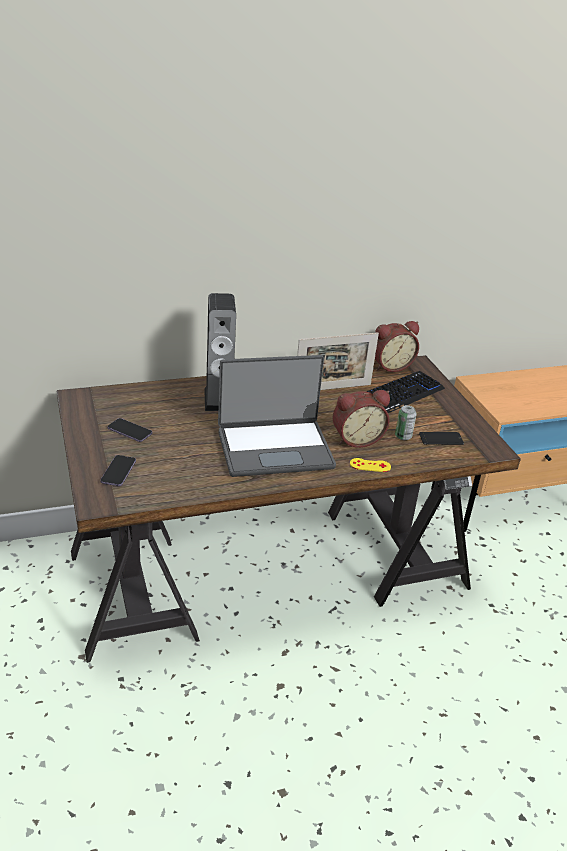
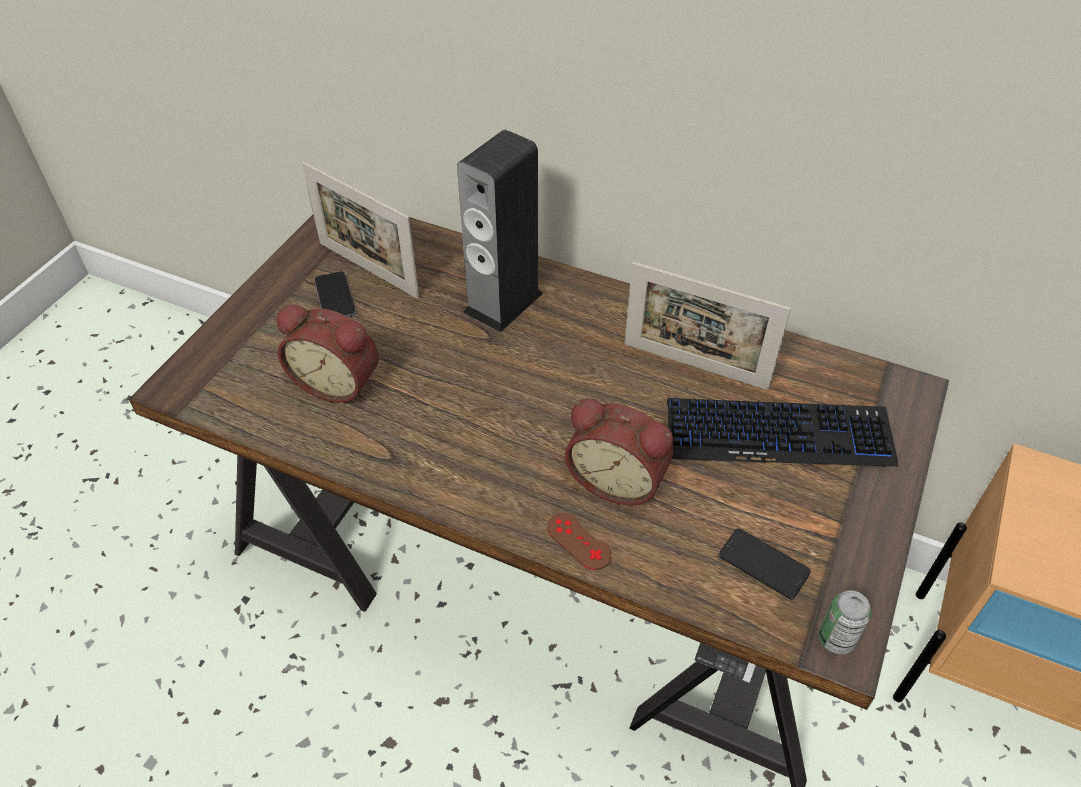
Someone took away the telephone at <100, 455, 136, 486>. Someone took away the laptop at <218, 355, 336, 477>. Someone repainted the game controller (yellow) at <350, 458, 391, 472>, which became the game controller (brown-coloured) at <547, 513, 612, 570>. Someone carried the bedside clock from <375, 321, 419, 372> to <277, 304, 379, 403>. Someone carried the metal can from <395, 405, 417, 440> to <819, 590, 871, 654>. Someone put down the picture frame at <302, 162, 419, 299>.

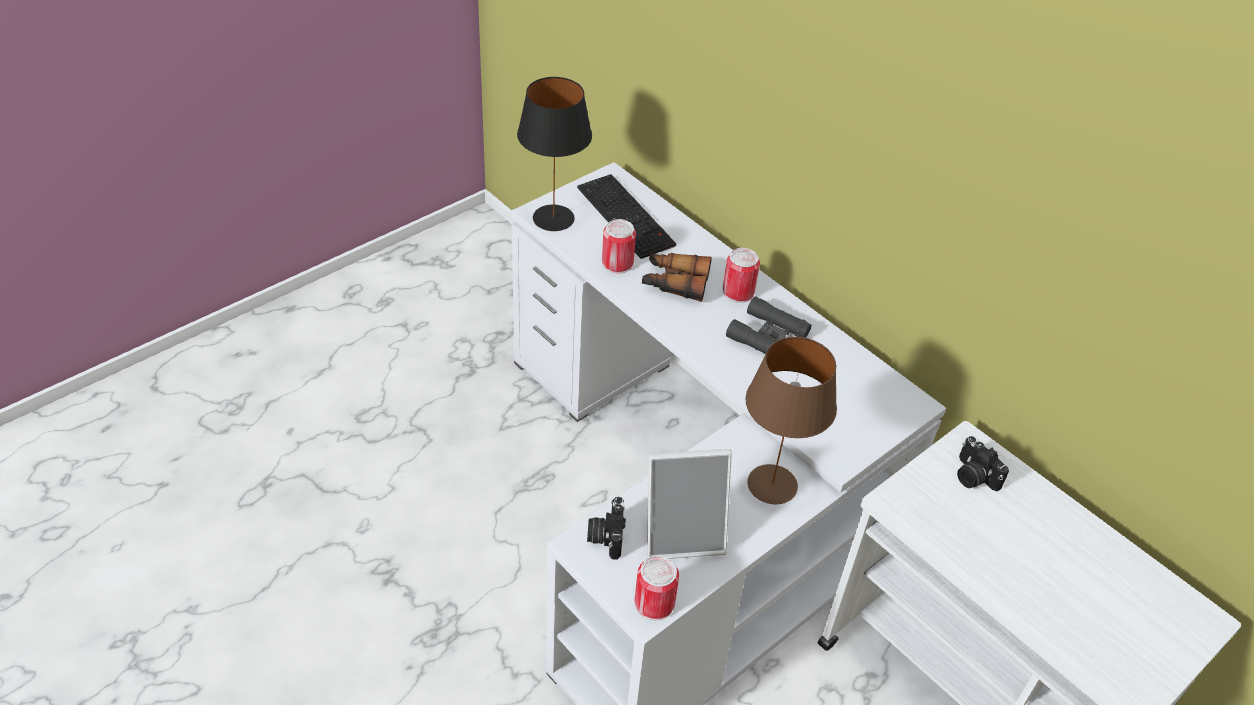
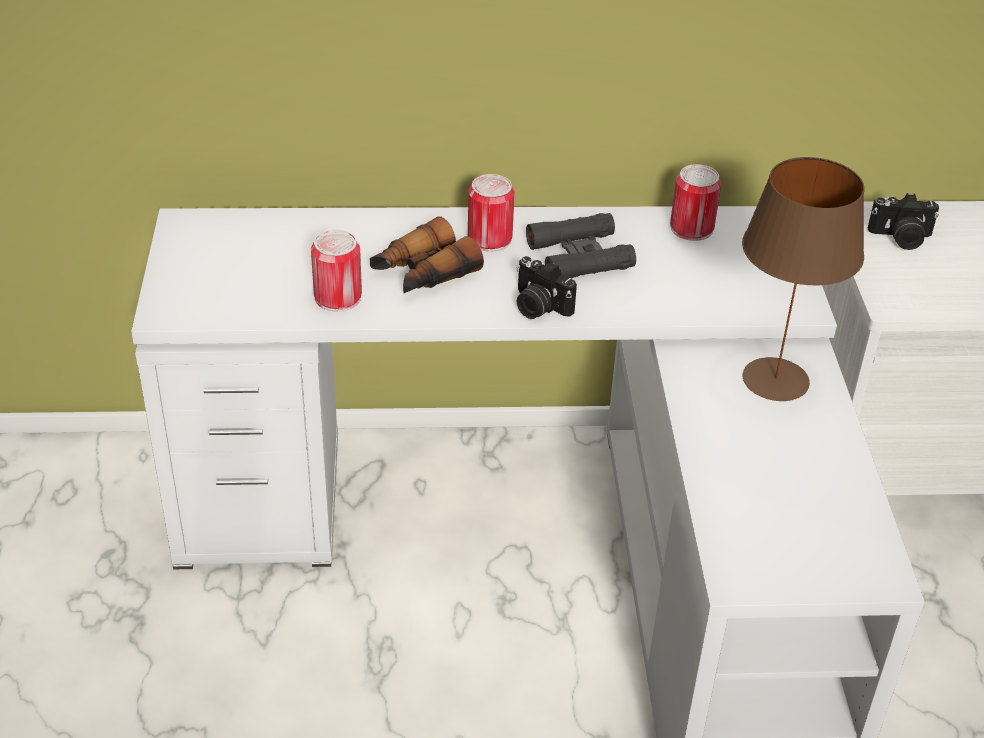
Someone took away the tabletop lamp (black) at <517, 77, 592, 231>. Someone took away the keyboard at <577, 174, 676, 259>. Someone carried the photo camera from <587, 497, 627, 560> to <516, 256, 577, 319>. Someone carried the metal can from <635, 556, 679, 620> to <670, 164, 721, 241>. Someone took away the picture frame at <647, 449, 732, 559>.

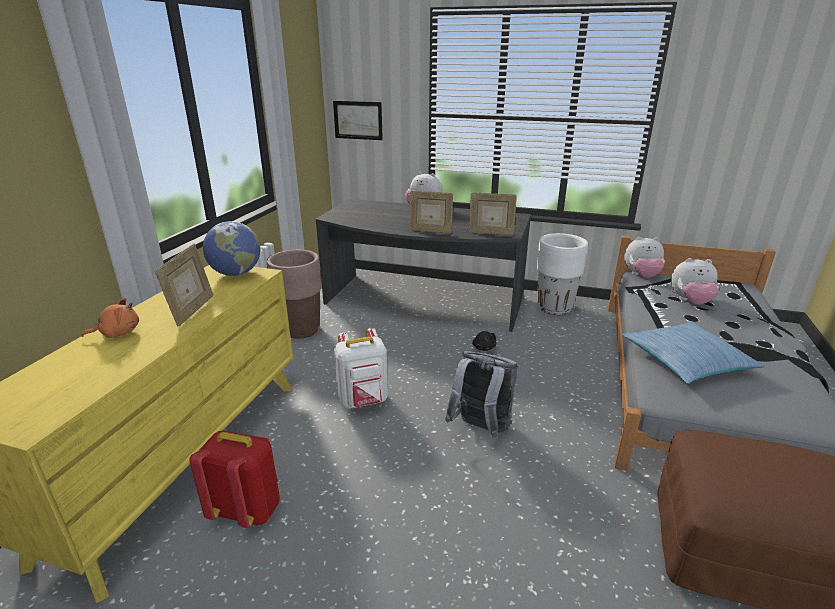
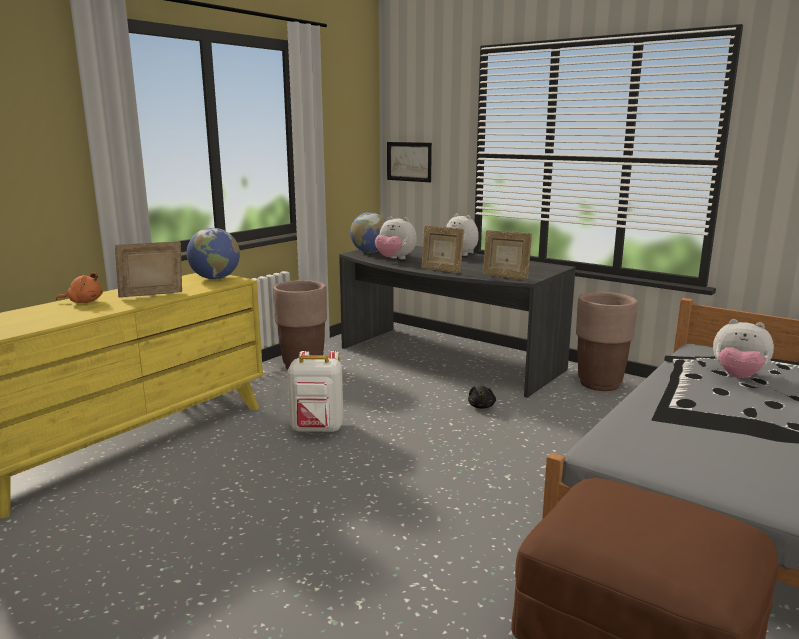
Someone rotated the picture frame at <155, 244, 213, 326> by 150 degrees counterclockwise. Someone took away the rucksack (red) at <190, 430, 280, 528>. Someone took away the rucksack (grey) at <445, 351, 518, 438>. Someone repainted the flower pot (whitish) at <537, 233, 588, 315>, which became the flower pot (brown-coloured) at <576, 292, 638, 391>. Someone took away the cushion at <622, 321, 764, 384>. Someone carried the cuddly toy from <624, 237, 665, 278> to <375, 216, 417, 259>. Someone put down the desk globe at <350, 212, 386, 253>.

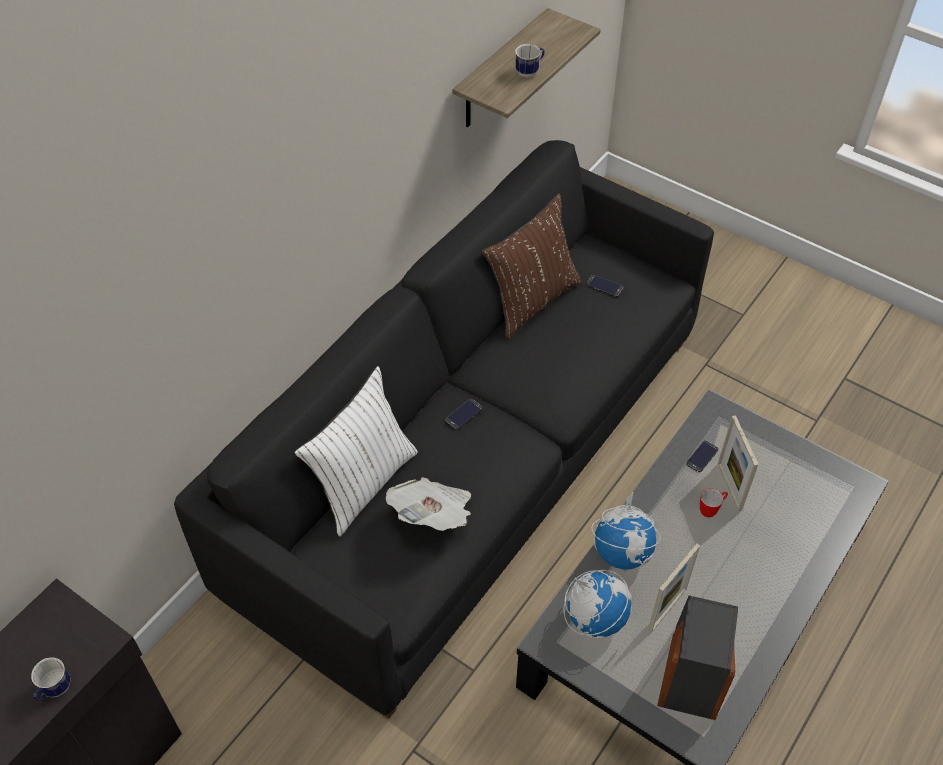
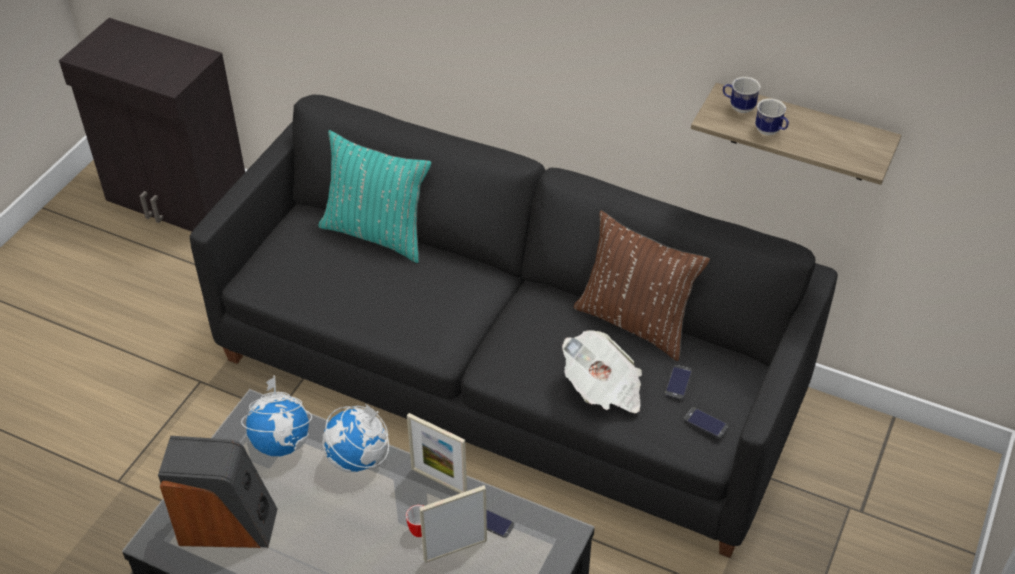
Someone carried the tea mug from <31, 657, 70, 701> to <723, 77, 760, 113>. Someone repainted the cushion (whitish) at <294, 366, 418, 536>, which became the cushion (turquoise) at <319, 130, 432, 263>. Someone carried the printed paper from <386, 477, 471, 531> to <562, 330, 642, 413>. Someone carried the telephone from <445, 399, 482, 430> to <684, 408, 728, 438>. Someone carried the picture frame from <648, 543, 700, 633> to <407, 413, 467, 493>.

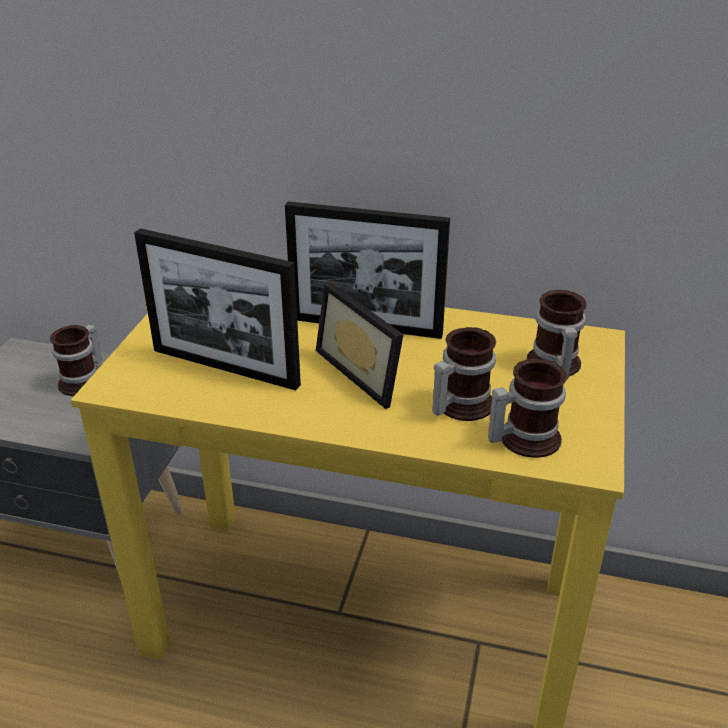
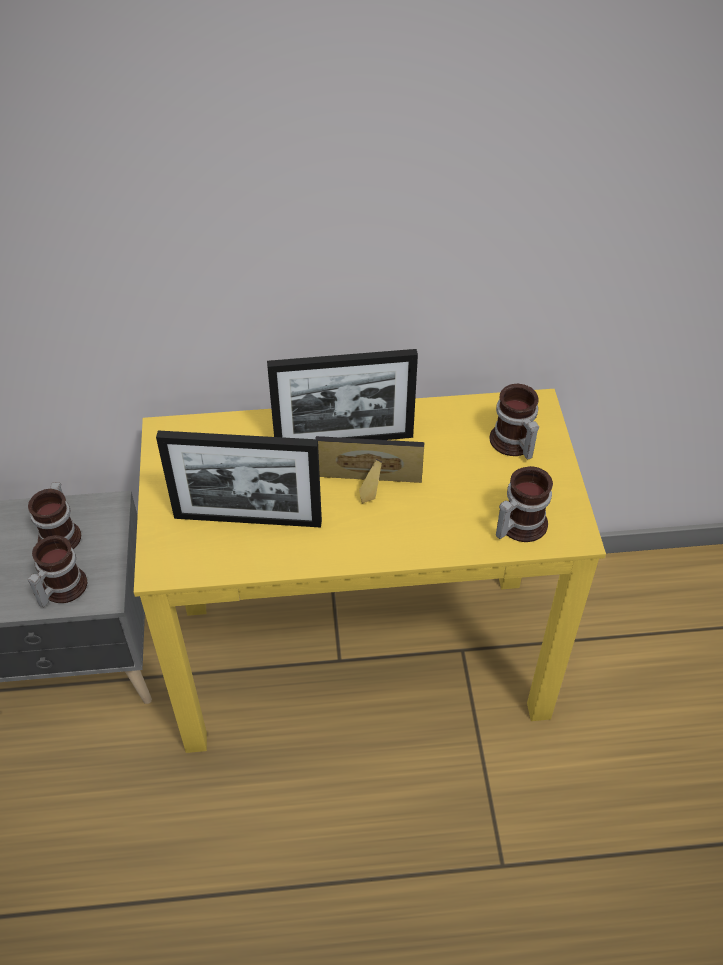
Someone rotated the picture frame at <316, 281, 404, 409> by 150 degrees clockwise. Someone carried the tea mug from <432, 327, 496, 421> to <28, 535, 87, 607>.

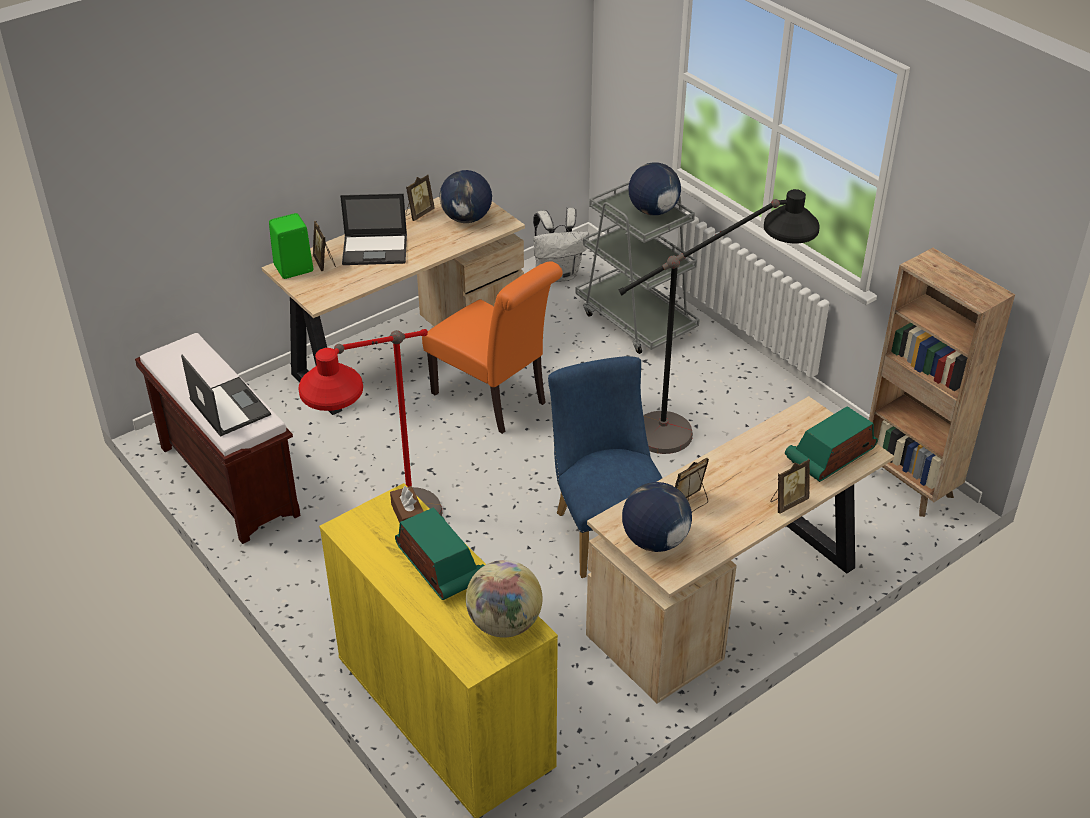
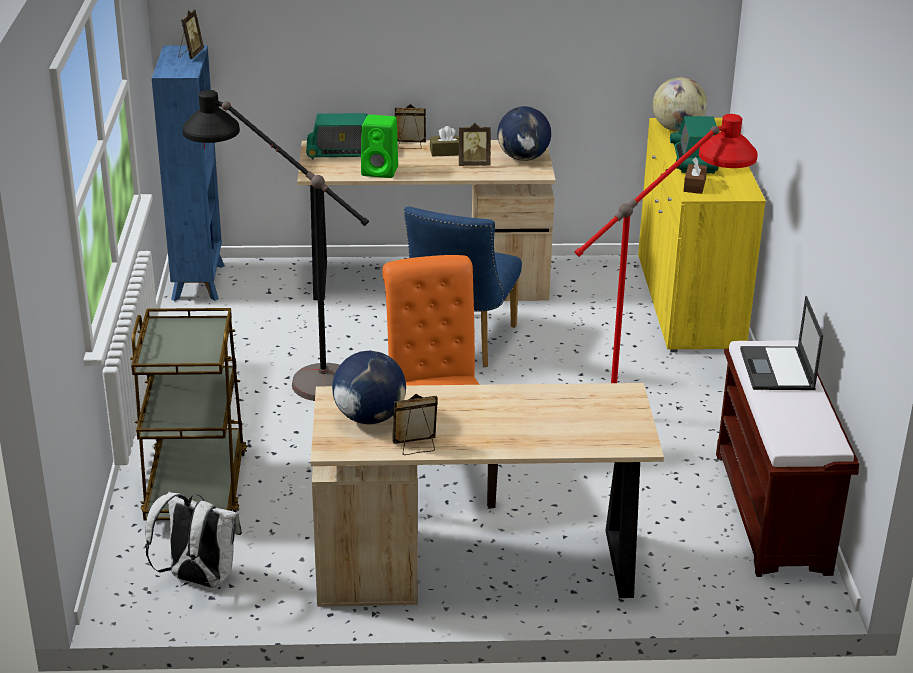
Someone carried the speaker (green-coloured) from <269, 213, 313, 279> to <361, 115, 398, 178>. Someone carried the picture frame from <313, 221, 336, 271> to <178, 9, 204, 59>. Someone took away the laptop at <340, 194, 407, 265>. Someone repainted the trolley (grey) at <575, 182, 700, 354>, which became the trolley (brown-coloured) at <130, 308, 247, 521>. Someone took away the desk globe at <628, 162, 681, 215>. Someone repainted the bookcase (brown-coloured) at <869, 248, 1015, 517>, which became the bookcase (blue-coloured) at <152, 45, 225, 301>. Someone put down the tissue box (brown-coloured) at <430, 126, 459, 157>.

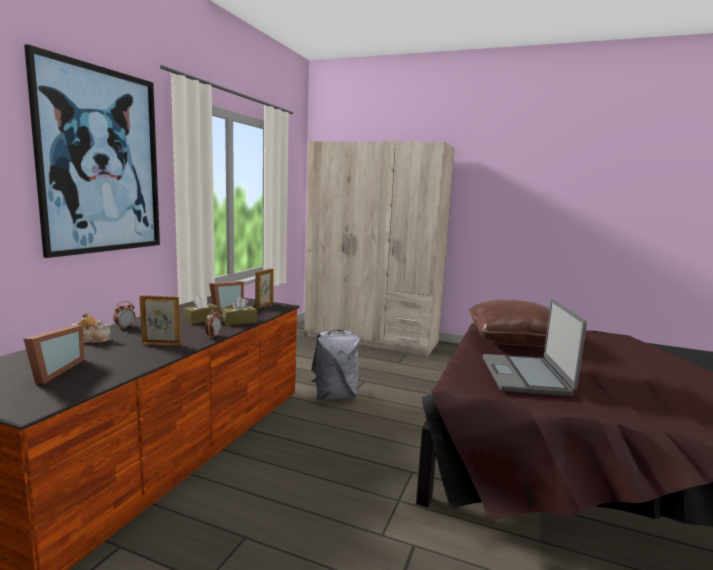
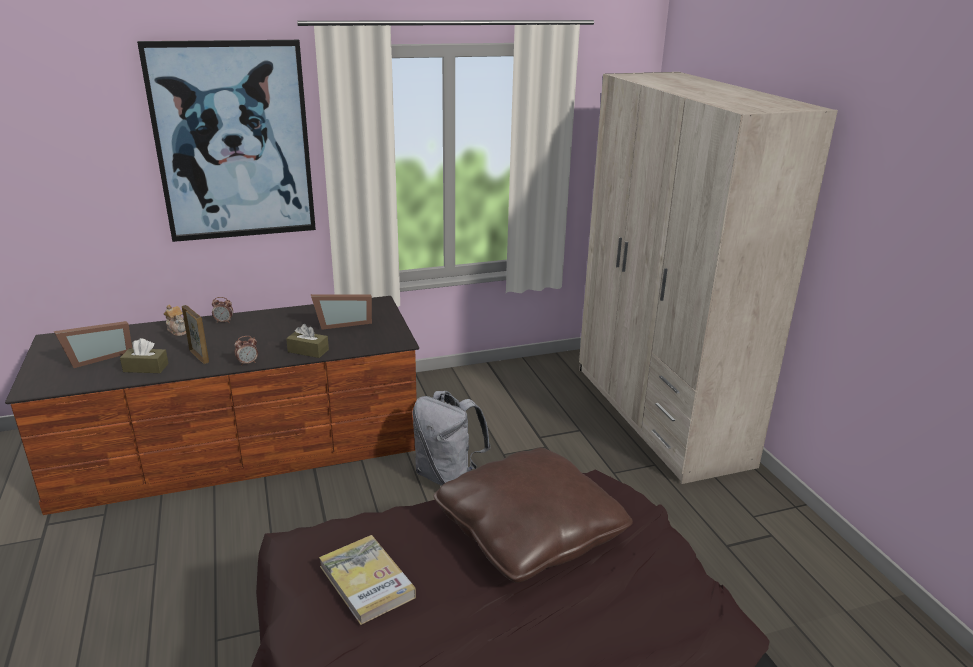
Someone carried the tissue box (brown-coloured) from <183, 294, 219, 324> to <120, 338, 169, 373>. Someone took away the picture frame at <255, 268, 274, 309>. Someone swapped the laptop at <483, 299, 587, 396> for the bound book at <319, 535, 416, 625>.

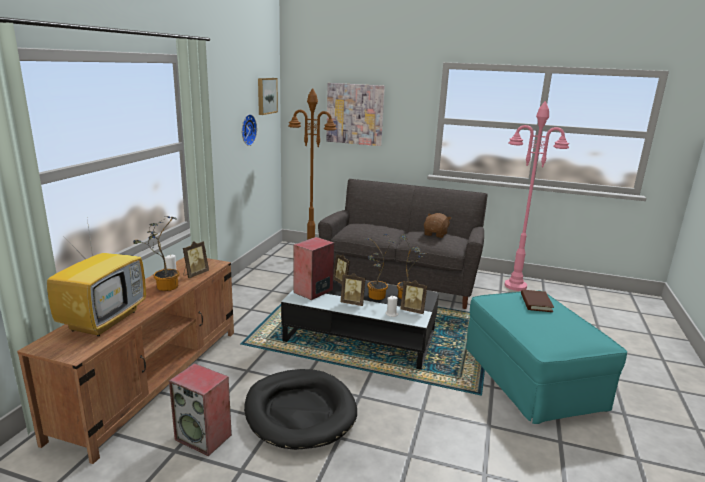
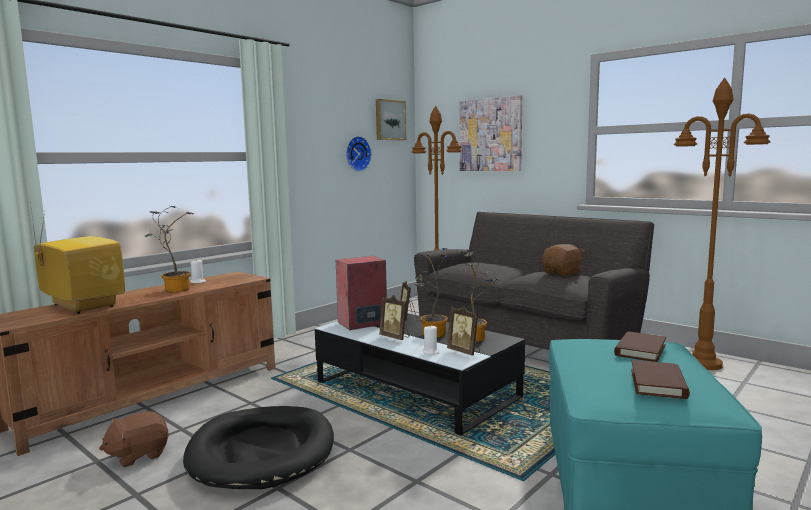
Someone rotated the television at <47, 213, 146, 337> by 90 degrees counterclockwise. Someone swapped the speaker at <169, 363, 232, 456> for the cuddly toy (brown-coloured) at <99, 411, 169, 467>. Someone took away the picture frame at <183, 241, 209, 278>. Someone repainted the standing lamp (pink-coloured) at <504, 101, 569, 291>, which became the standing lamp (brown-coloured) at <674, 78, 770, 370>. Someone put down the bound book (brown-coloured) at <631, 360, 690, 399>.

